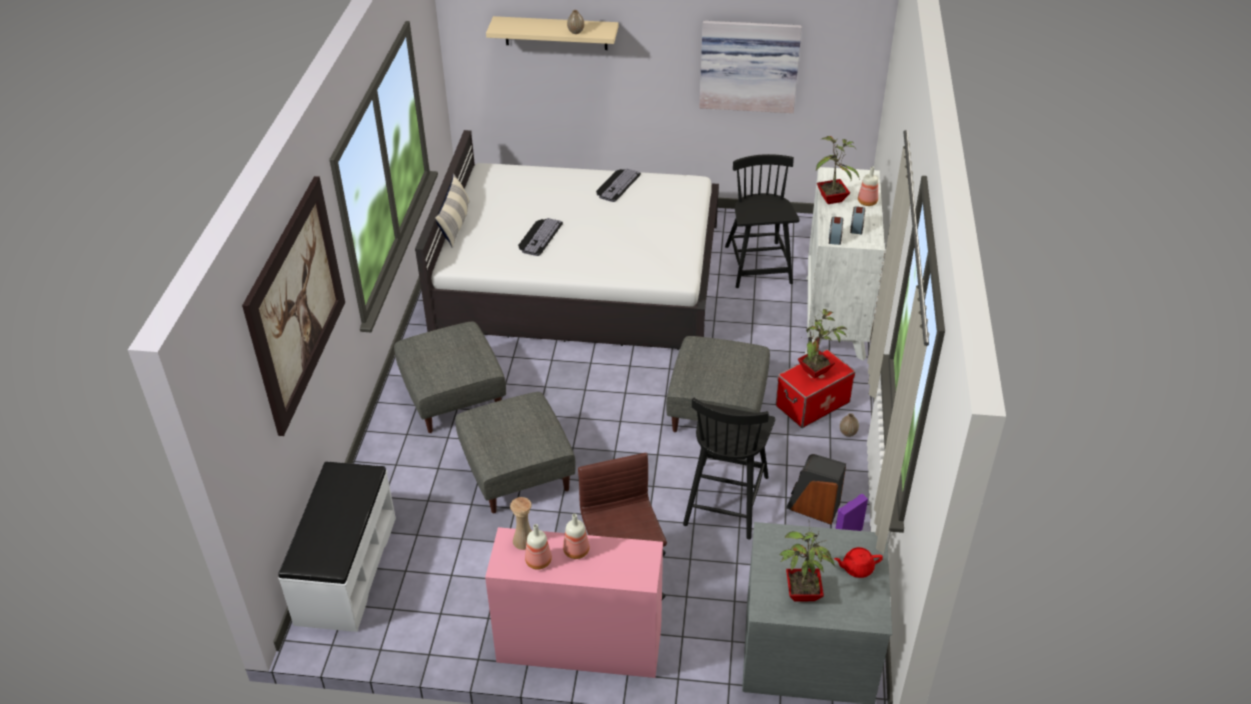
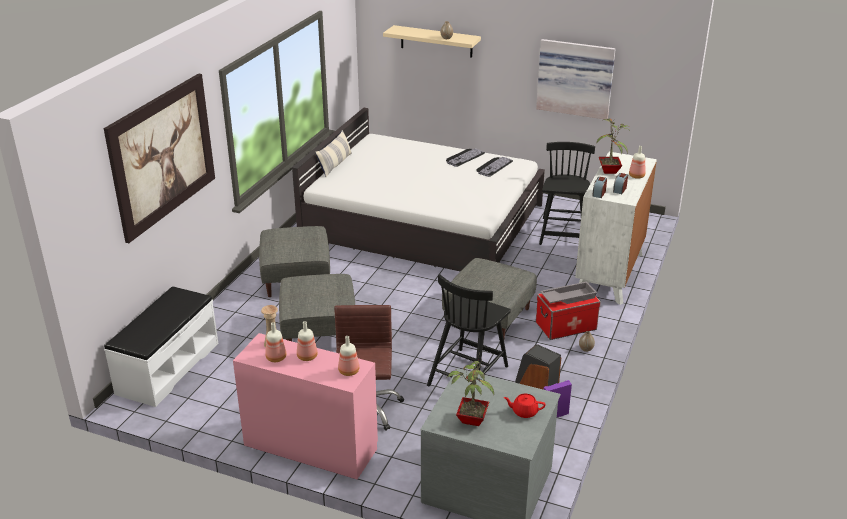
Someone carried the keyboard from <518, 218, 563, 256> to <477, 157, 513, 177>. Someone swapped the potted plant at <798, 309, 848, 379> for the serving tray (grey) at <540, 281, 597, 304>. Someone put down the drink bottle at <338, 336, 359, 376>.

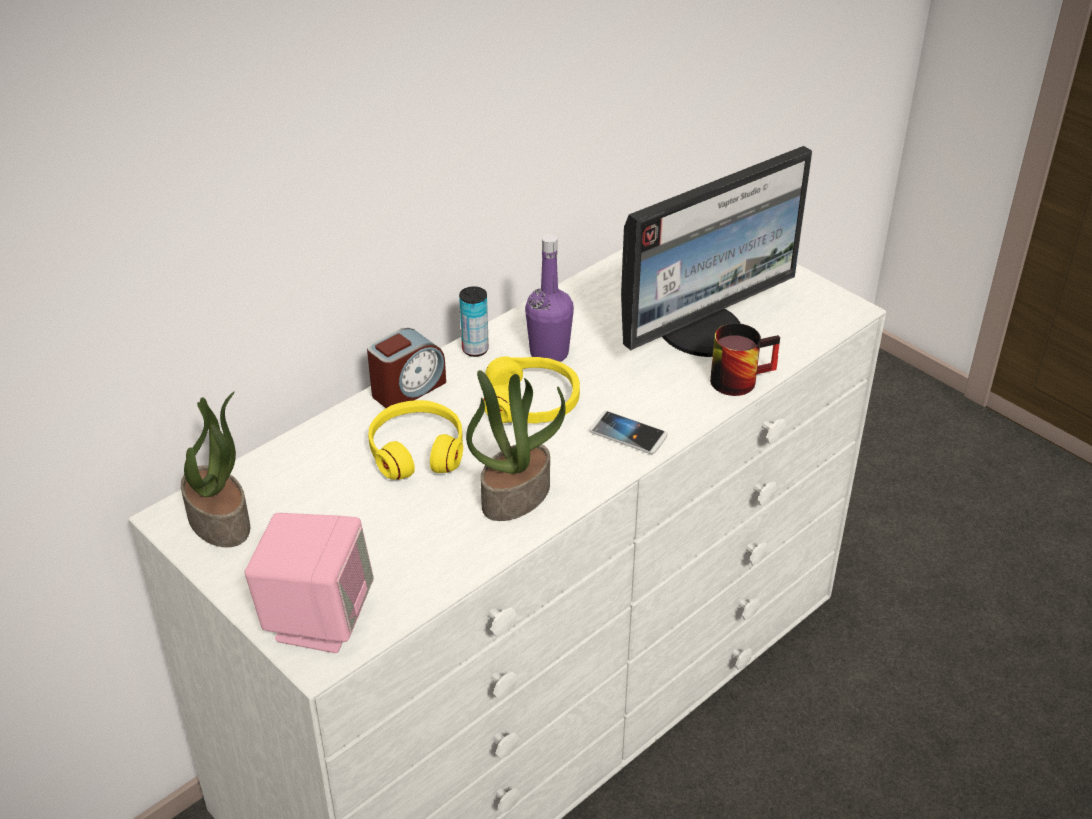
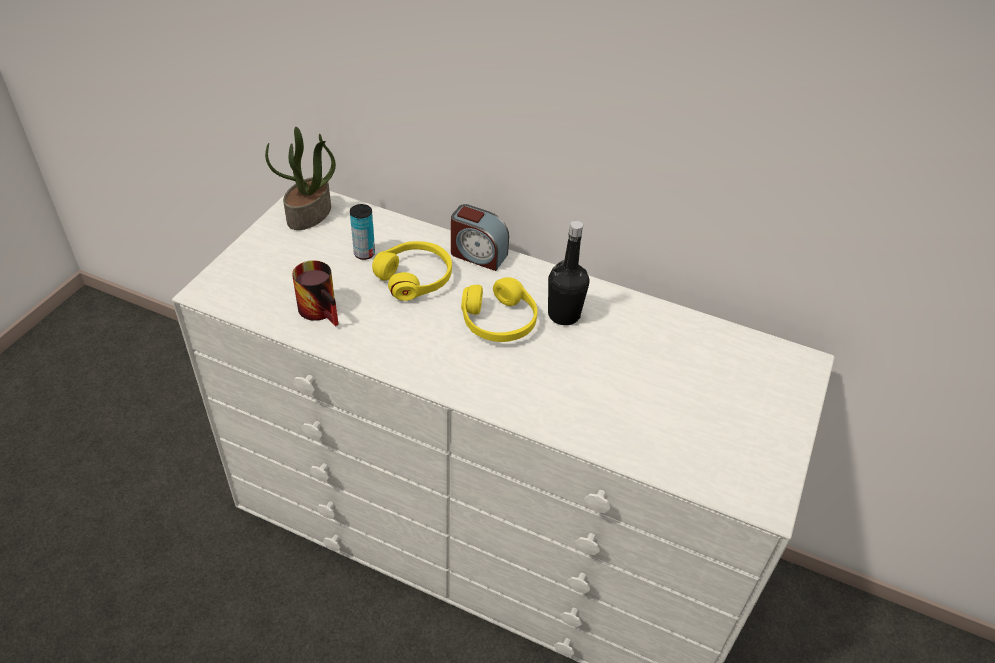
Someone took away the speaker (pink-coloured) at <245, 513, 374, 653>. Someone carried the metal can from <459, 286, 489, 357> to <350, 204, 375, 260>. Someone took away the potted plant at <466, 370, 566, 521>. Someone repainted the drink bottle (purplish) at <525, 234, 574, 362>, which became the drink bottle (black) at <548, 221, 590, 325>. Someone took away the telephone at <589, 411, 668, 454>. Someone took away the computer screen at <621, 146, 812, 357>. Someone carried the tea mug from <710, 323, 780, 396> to <292, 260, 339, 326>.

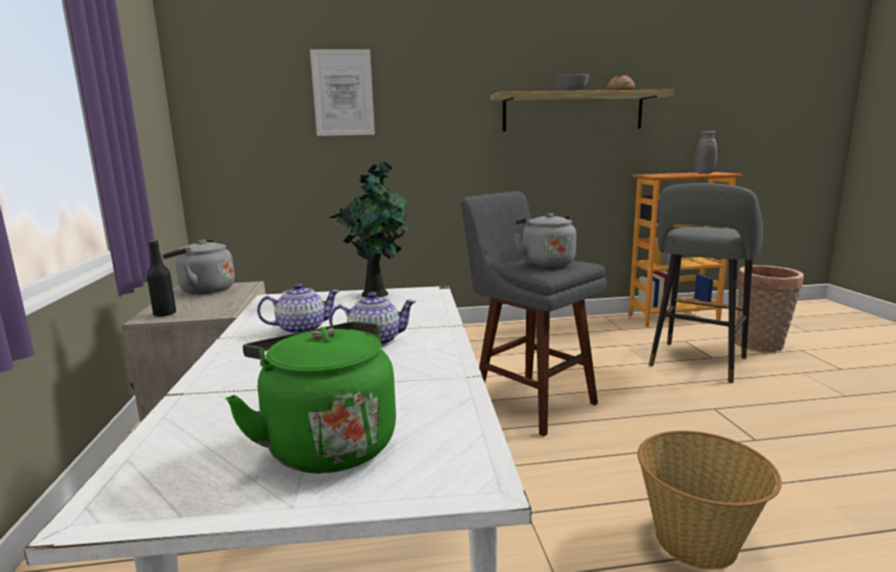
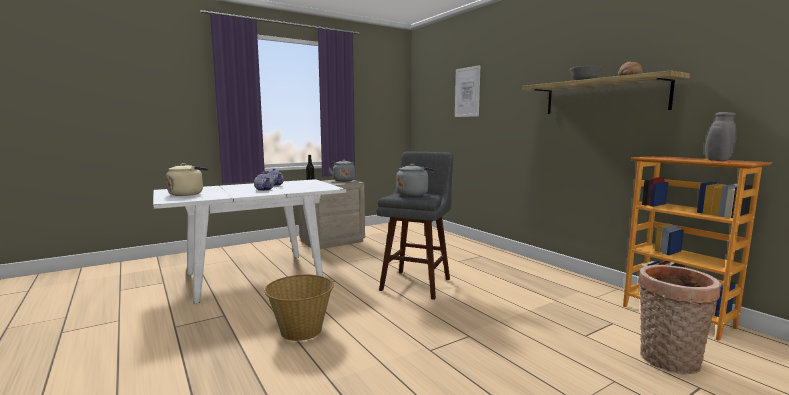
Someone repainted the tea kettle (green-coloured) at <226, 321, 396, 474>, which became the tea kettle (beige) at <166, 163, 208, 196>. Someone took away the potted plant at <330, 161, 412, 298>. Someone took away the sitting stool (grey) at <649, 183, 763, 383>.

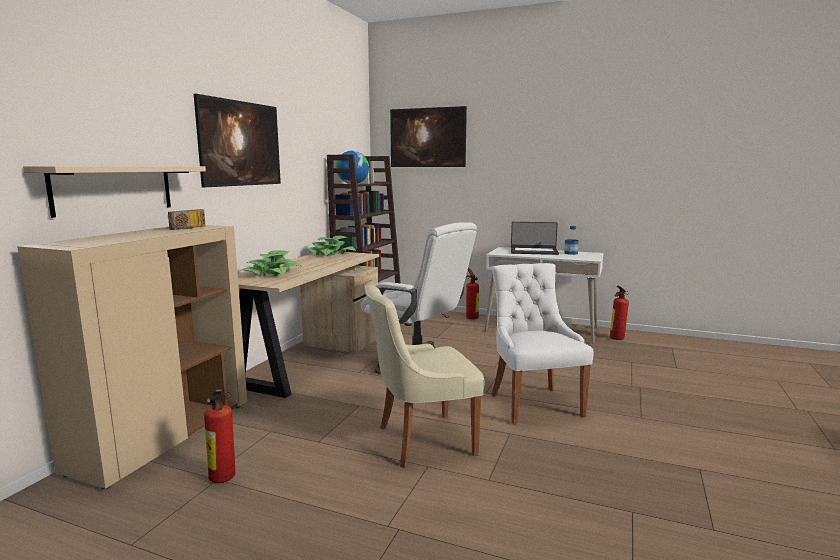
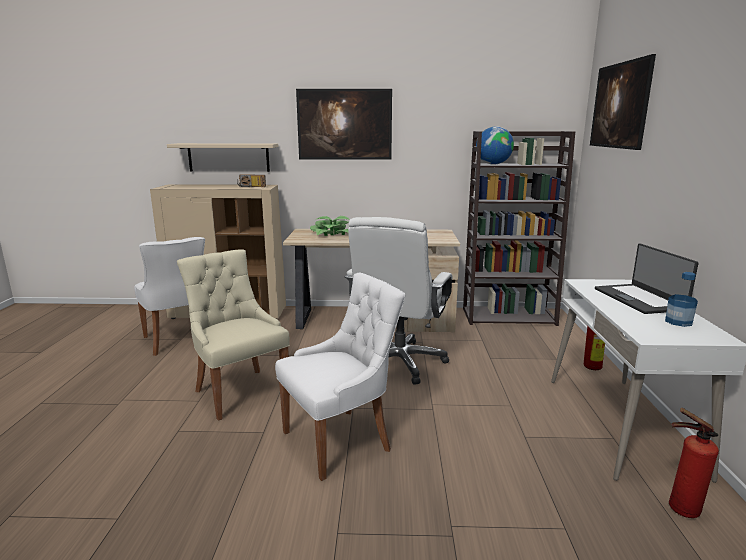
Someone swapped the fire extinguisher at <204, 389, 235, 483> for the upright chair (whitish) at <134, 237, 205, 356>. Someone took away the potted plant at <306, 236, 356, 256>.

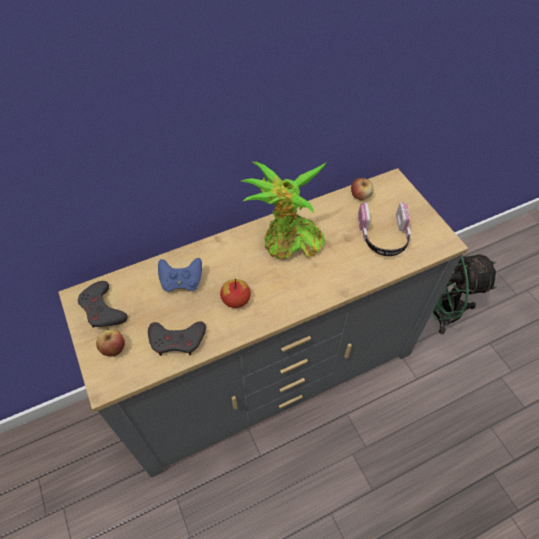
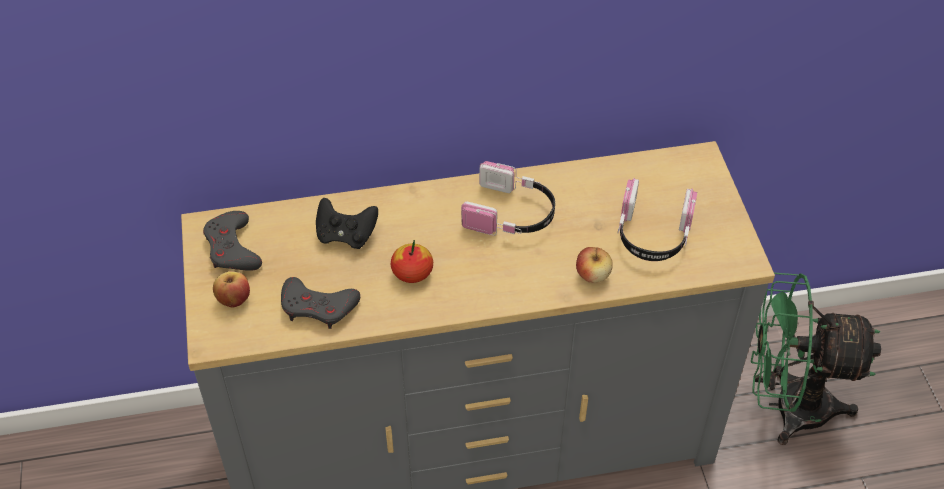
Someone repainted the game controller (blue-coloured) at <158, 258, 202, 292>, which became the game controller (black) at <316, 198, 378, 249>. Someone swapped the potted plant at <241, 162, 326, 260> for the headphones at <461, 161, 555, 236>. Someone carried the apple fruit from <351, 178, 374, 200> to <576, 247, 613, 283>.

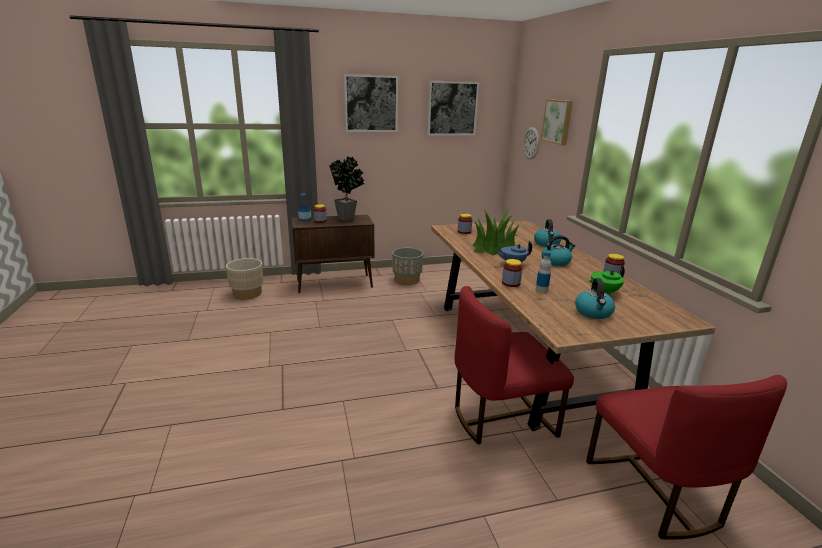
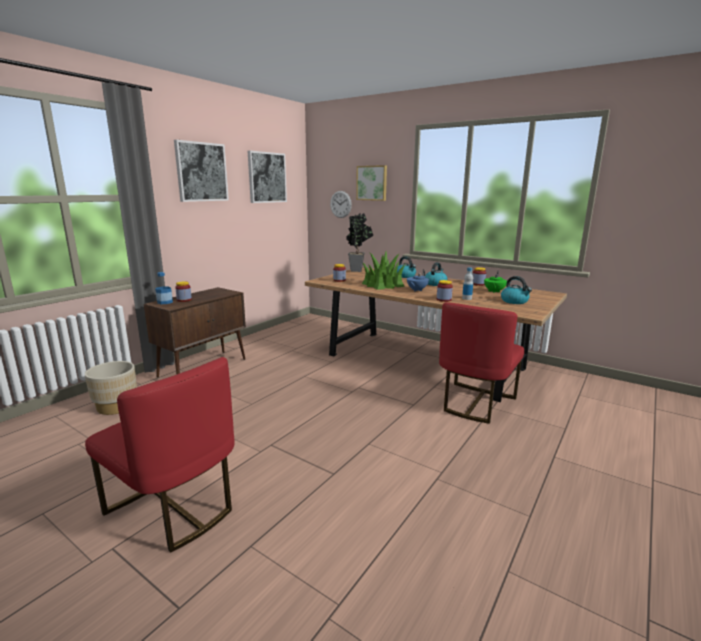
Someone carried the potted plant from <329, 156, 364, 221> to <346, 213, 373, 272>. Someone took away the flower pot (grey) at <392, 247, 424, 285>. Someone carried the upright chair (red) from <586, 375, 787, 539> to <85, 357, 234, 553>.

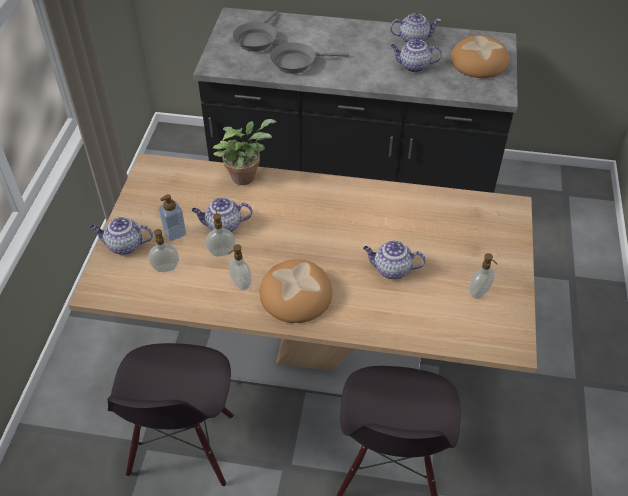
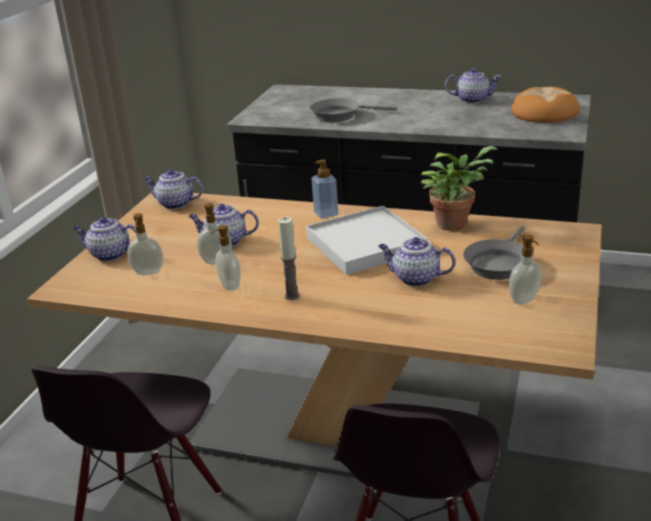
Someone carried the soap dispenser from <159, 194, 186, 241> to <312, 159, 338, 219>. Someone carried the potted plant from <213, 119, 276, 185> to <420, 146, 497, 231>. Someone carried the pan (grey) from <233, 10, 278, 52> to <463, 226, 525, 280>. Someone swapped the bakery bread at <260, 259, 332, 323> for the candle at <278, 217, 299, 300>. Someone carried the teapot from <391, 39, 442, 72> to <143, 169, 203, 209>. Someone put down the serving tray (whitish) at <306, 206, 428, 275>.

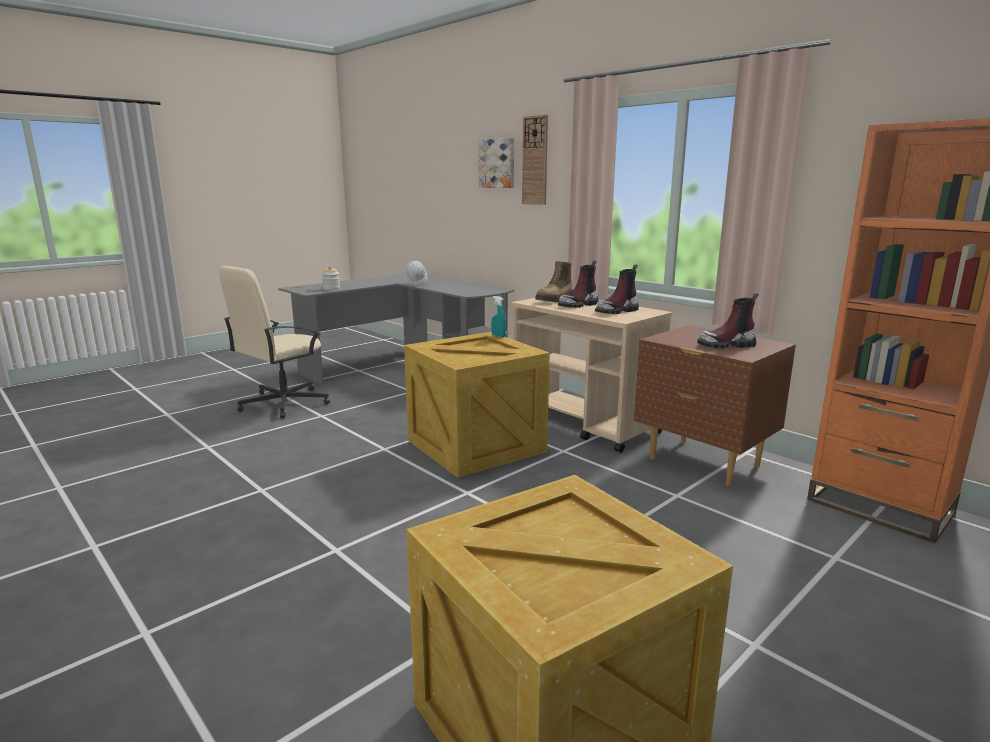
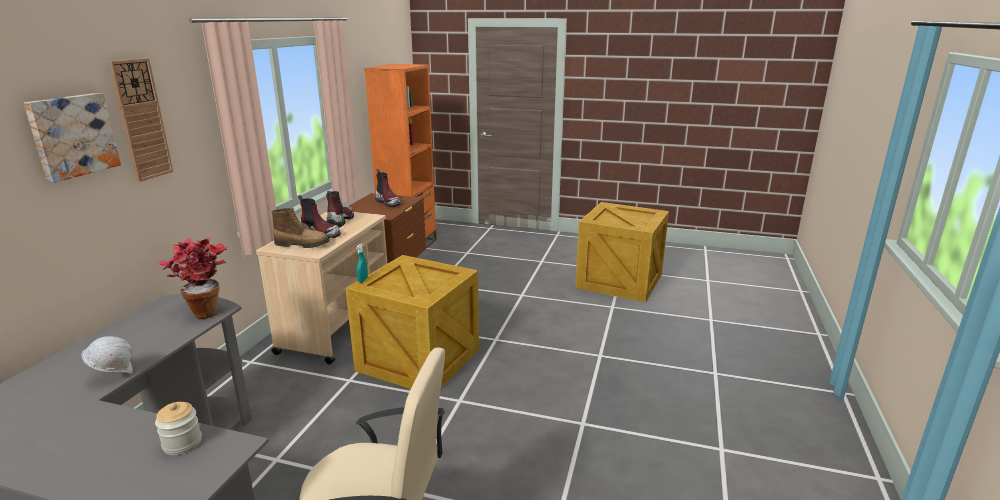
Someone rotated the tall boot at <595, 265, 639, 314> by 105 degrees counterclockwise. Someone put down the potted plant at <159, 238, 227, 319>.

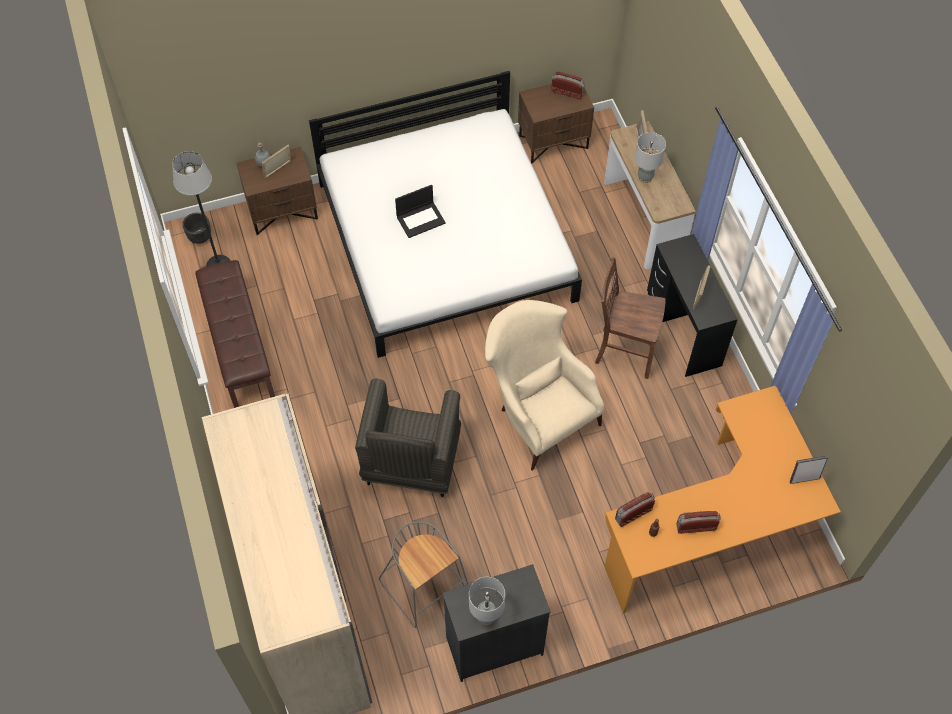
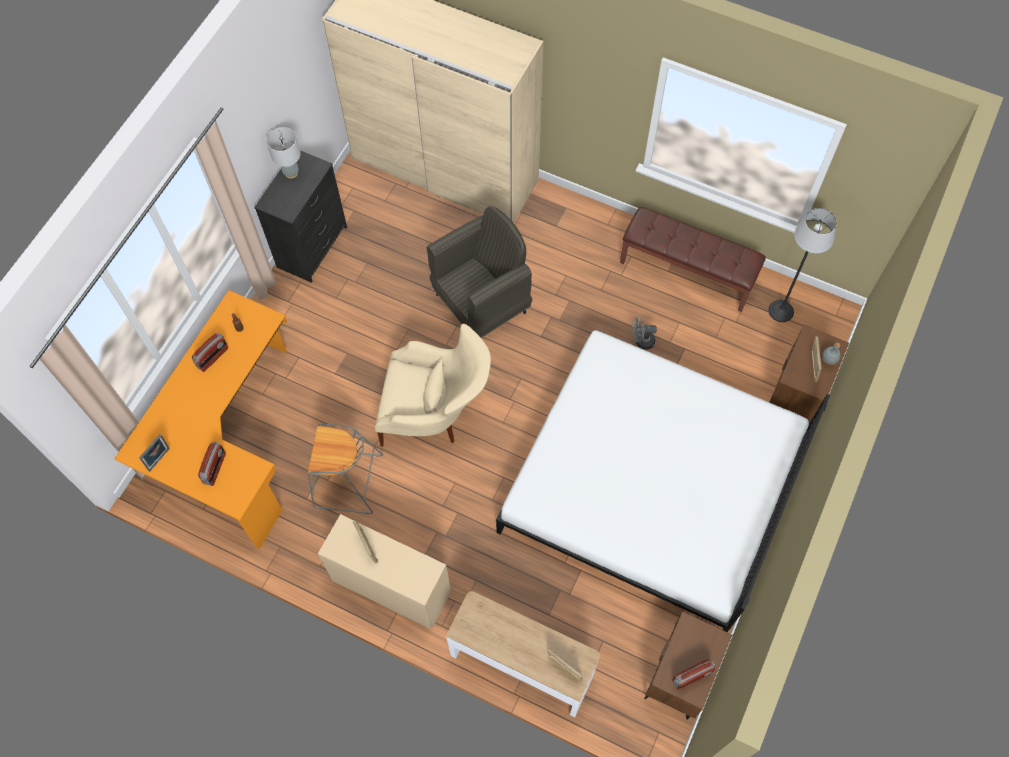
Someone took away the flower pot (black) at <182, 213, 211, 244>. Someone rotated the lounge chair (grey) at <355, 378, 461, 497> by 90 degrees clockwise. Someone carried the sitting stool (grey) from <379, 522, 468, 628> to <308, 424, 383, 514>. Someone took away the laptop at <395, 185, 446, 238>. Someone took away the upright chair (brown-coloured) at <595, 257, 666, 379>. Someone carried the radio receiver from <615, 492, 655, 527> to <198, 442, 226, 486>. Someone took away the tabletop lamp (grey) at <635, 132, 666, 183>. Someone repainted the desk table (black) at <647, 234, 738, 377>, which became the desk table (beige) at <318, 514, 451, 630>. Someone put down the cooling fan (grey) at <632, 316, 657, 350>.

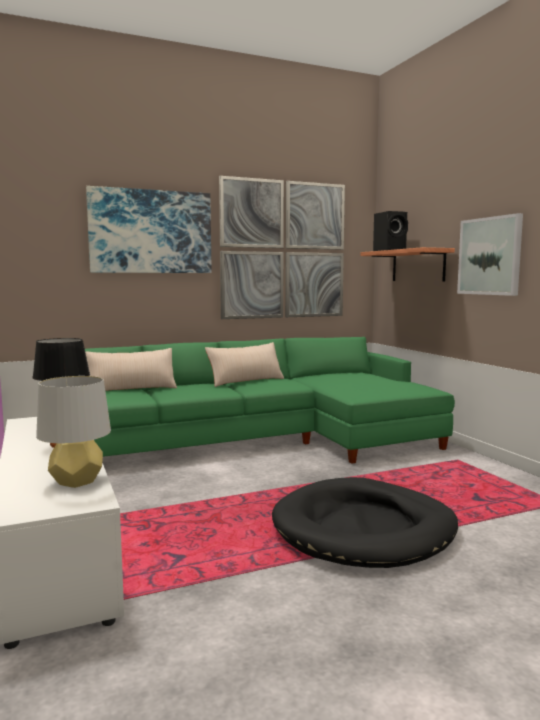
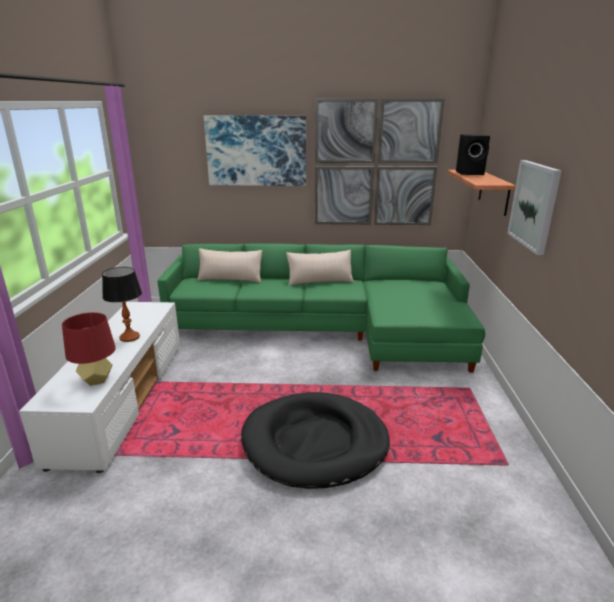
Someone repainted the tabletop lamp (grey) at <36, 376, 111, 488>, which became the tabletop lamp (red) at <62, 312, 116, 386>.

